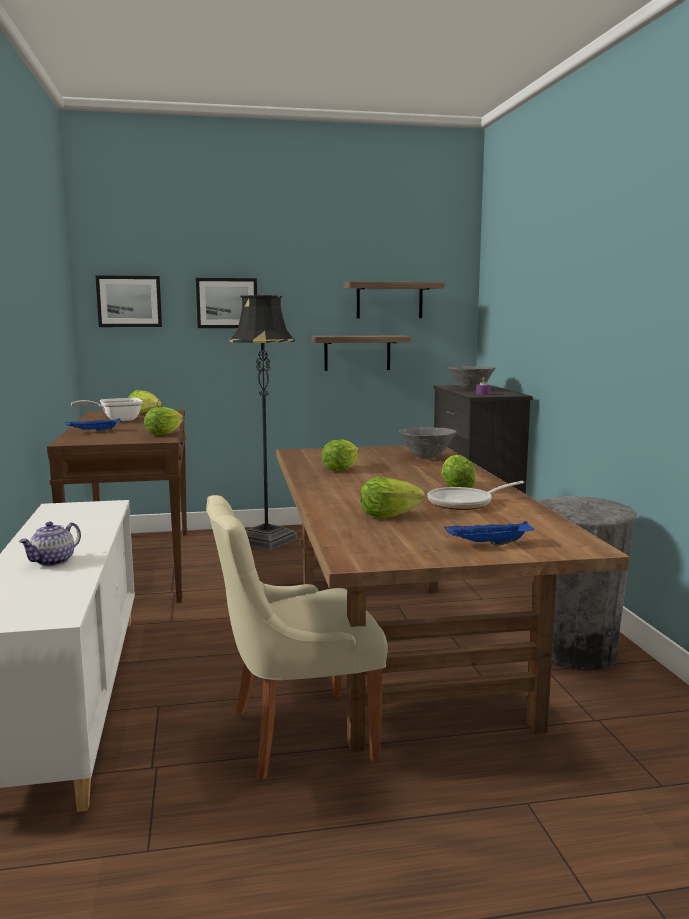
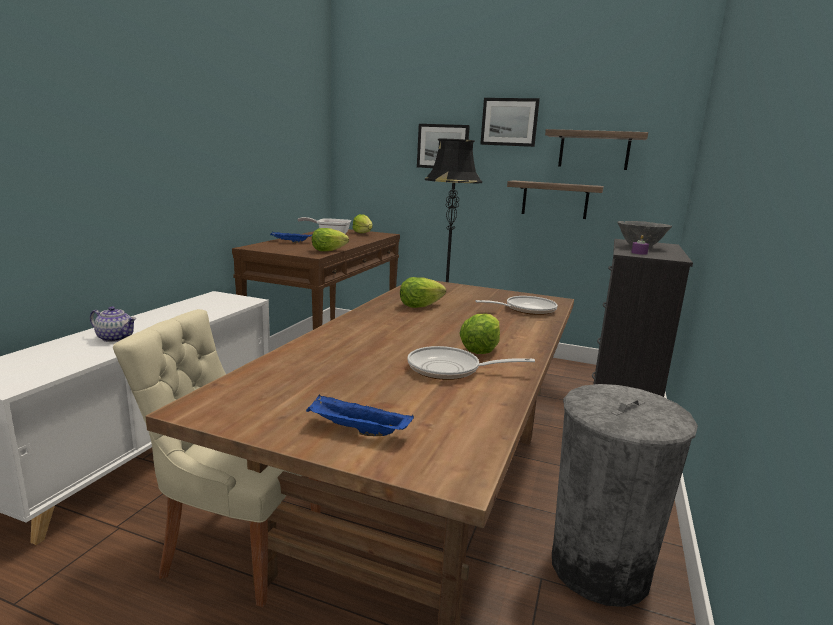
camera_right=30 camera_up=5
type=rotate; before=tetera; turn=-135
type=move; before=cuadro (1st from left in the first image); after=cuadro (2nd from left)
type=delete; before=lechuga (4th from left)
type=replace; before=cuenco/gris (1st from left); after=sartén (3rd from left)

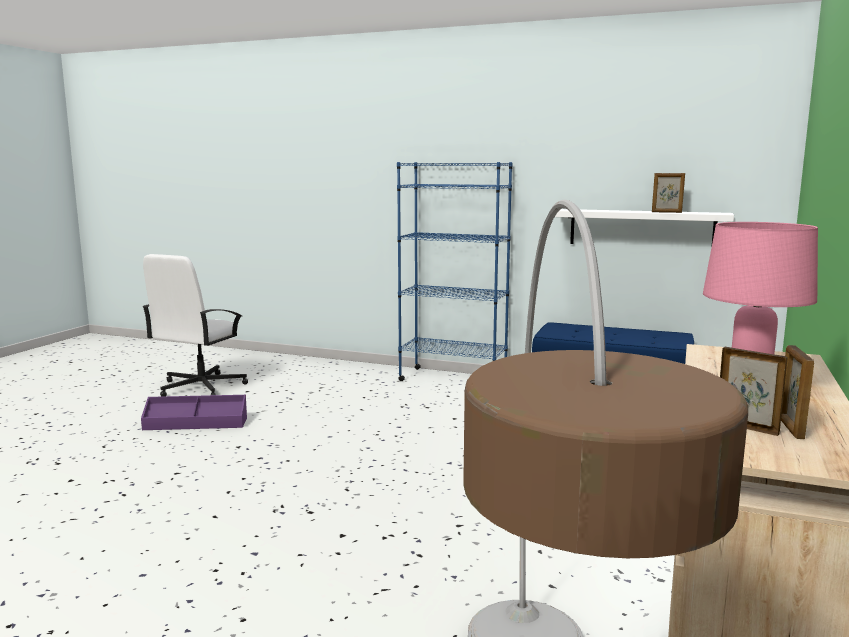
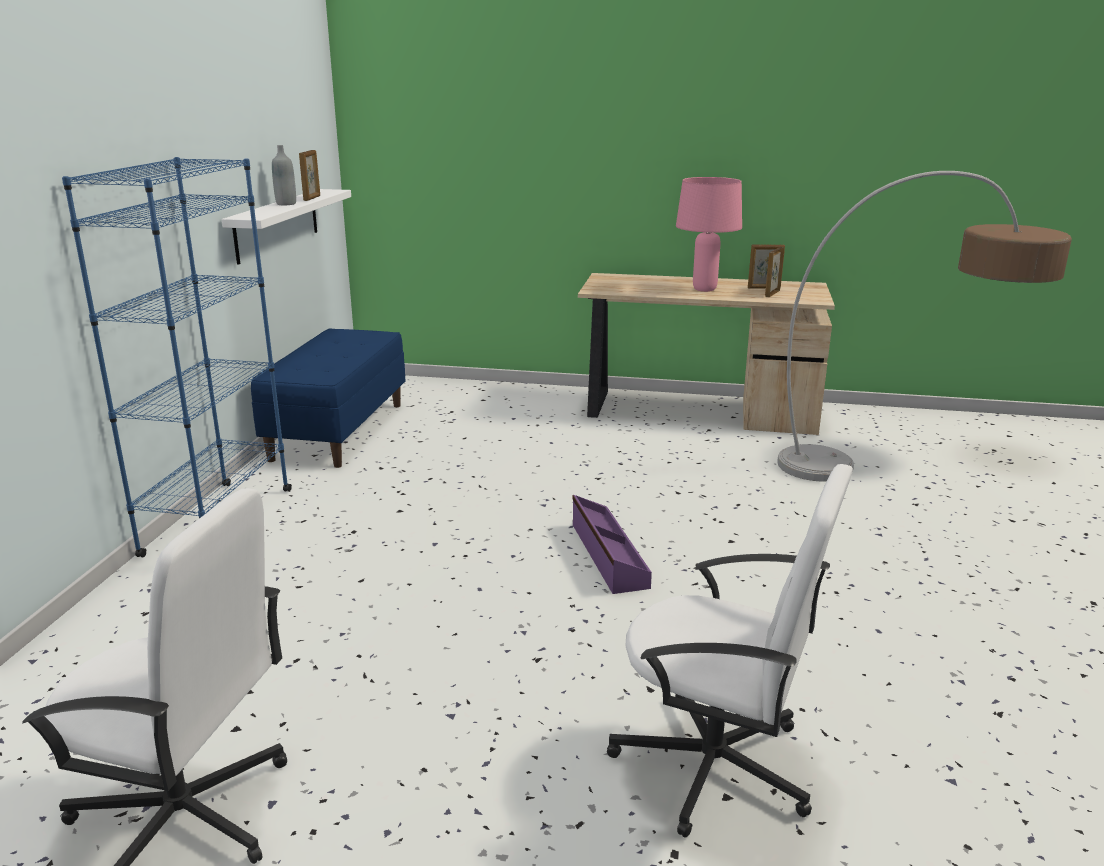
camera_right=-100 camera_up=10
type=move; before=caja de almacenaje/morado
type=insert; after=botella/gris
type=insert; after=silla de oficina/blanco (2nd from left)

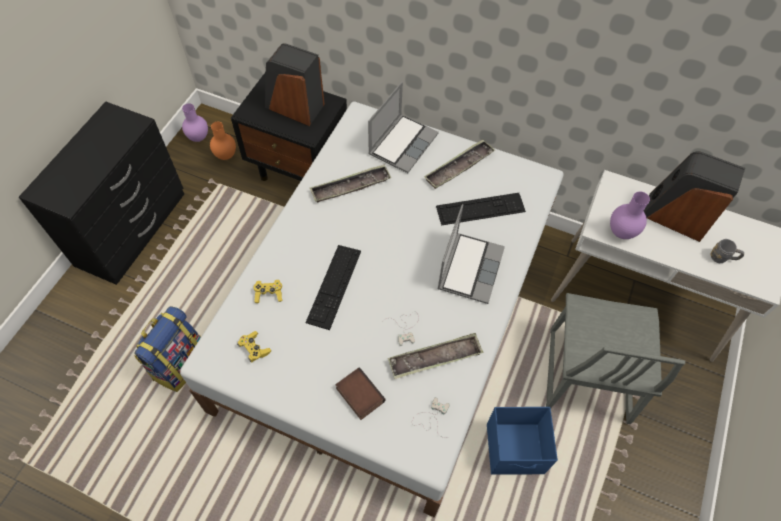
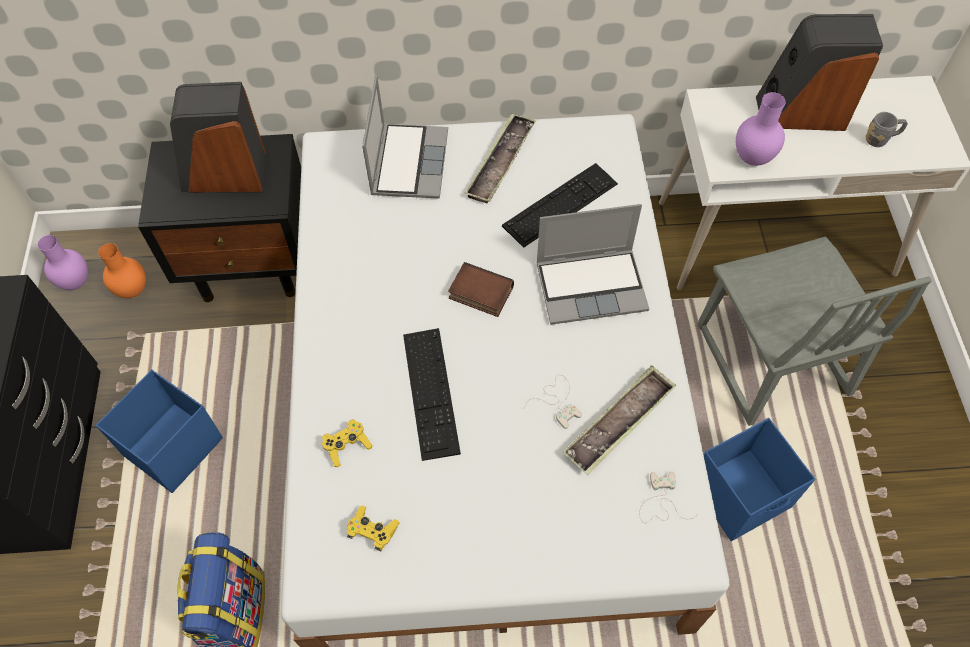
camera_right=-25 camera_up=0
type=delete; before=bandeja (1st from left)
type=move; before=libro
type=rotate; before=portátil (2nd from left); turn=90
type=insert; after=caja de almacenaje/azul (1st from left)

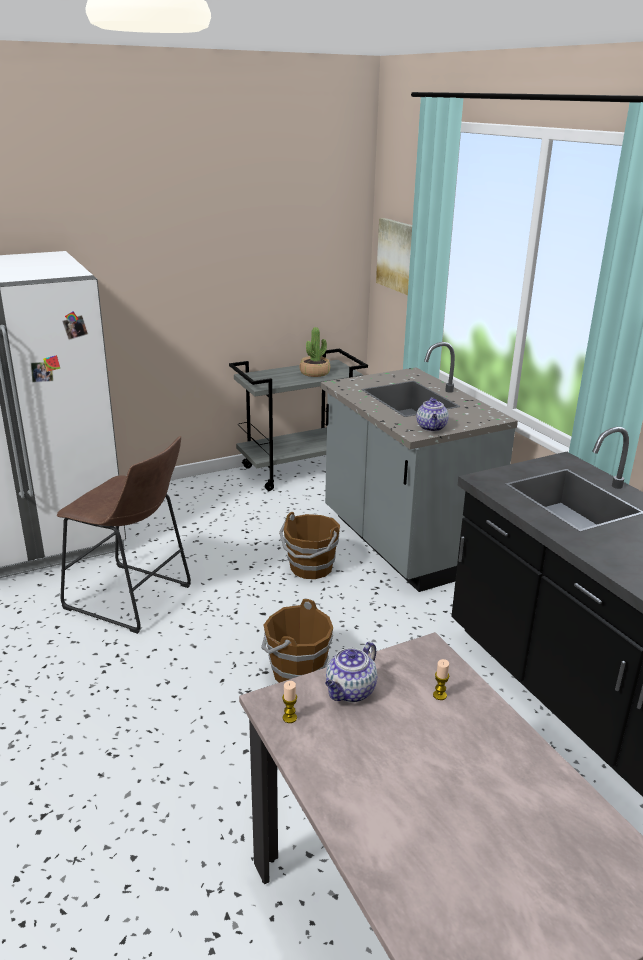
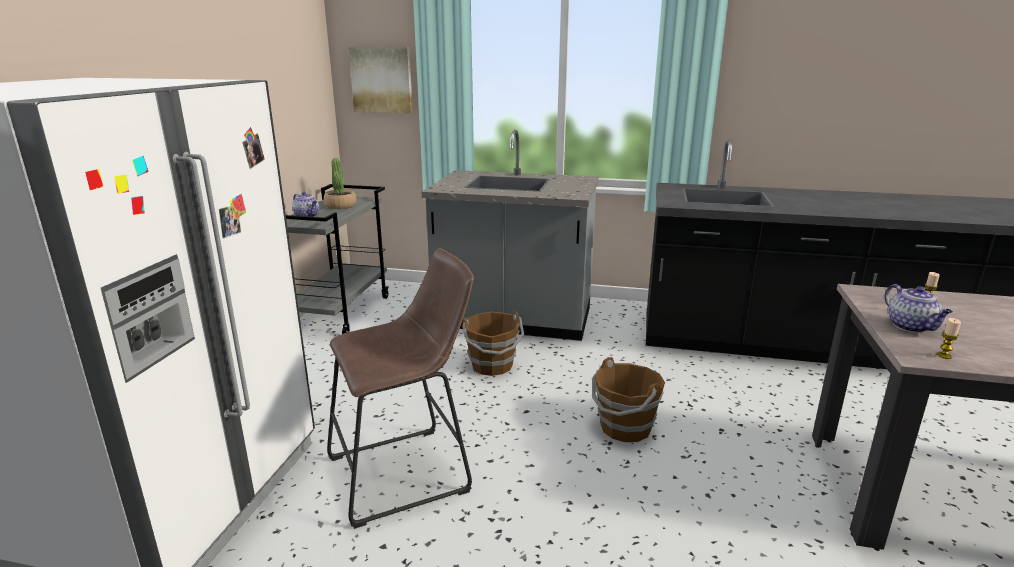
camera_right=-50 camera_up=-5
type=move; before=tetera (2nd from left in the first image); after=tetera (1st from left)

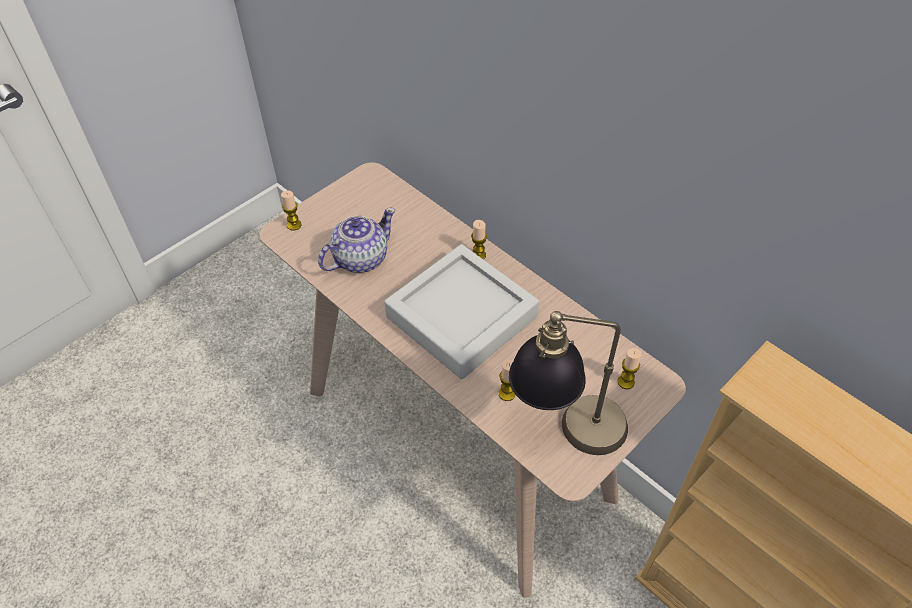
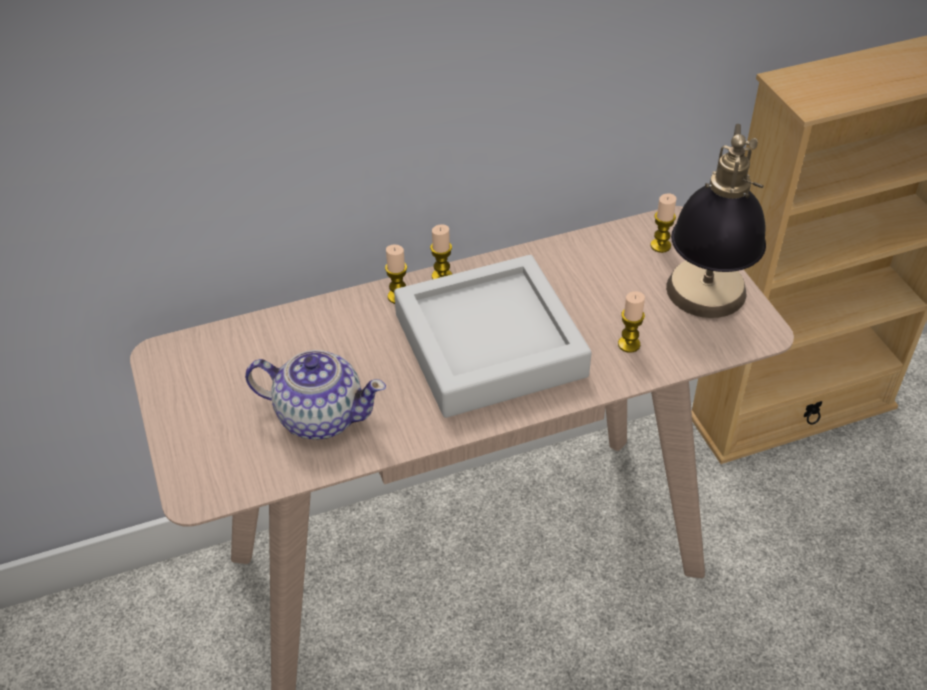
camera_right=-65 camera_up=-5
type=move; before=vela (1st from left in the first image); after=vela (2nd from left)
type=rotate; before=tetera; turn=120

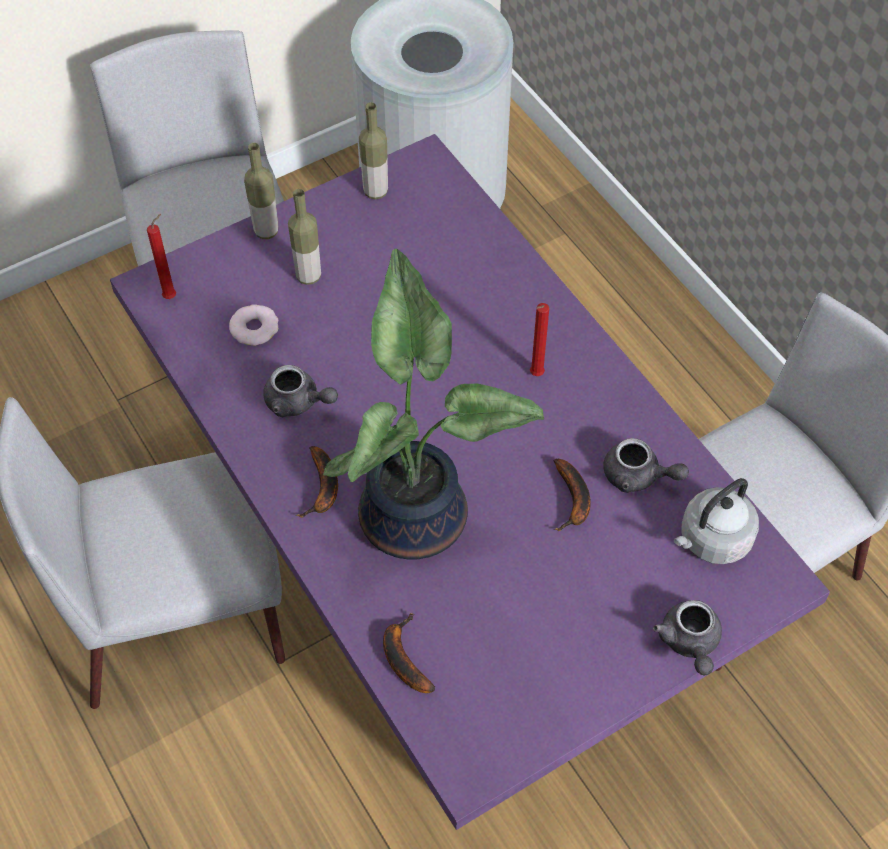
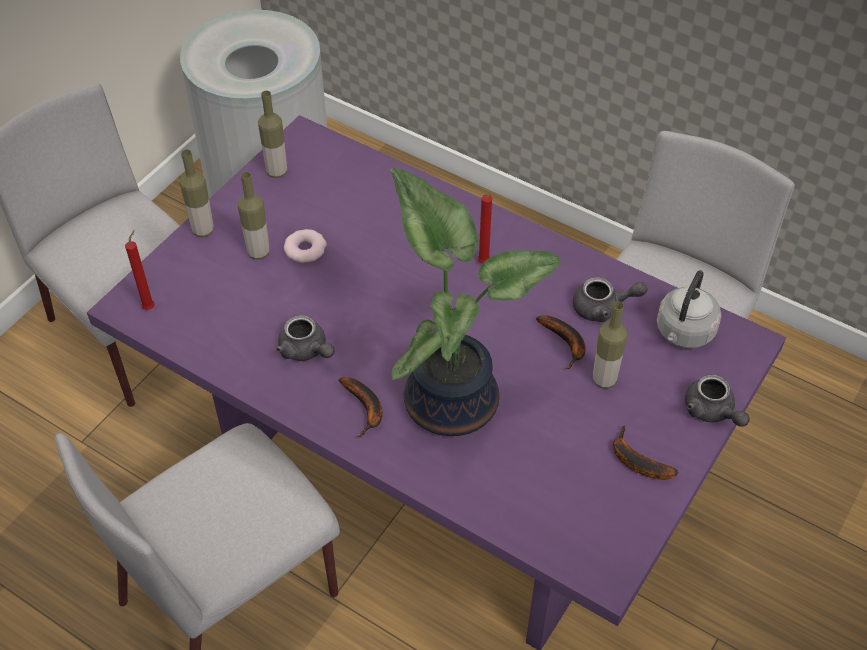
camera_right=-25 camera_up=-5
type=move; before=rosquilla
type=rotate; before=tetera/gris (1st from left); turn=45
type=move; before=plátano (2nd from left in the first image); after=plátano (3rd from left)
type=insert; after=botella (4th from left)

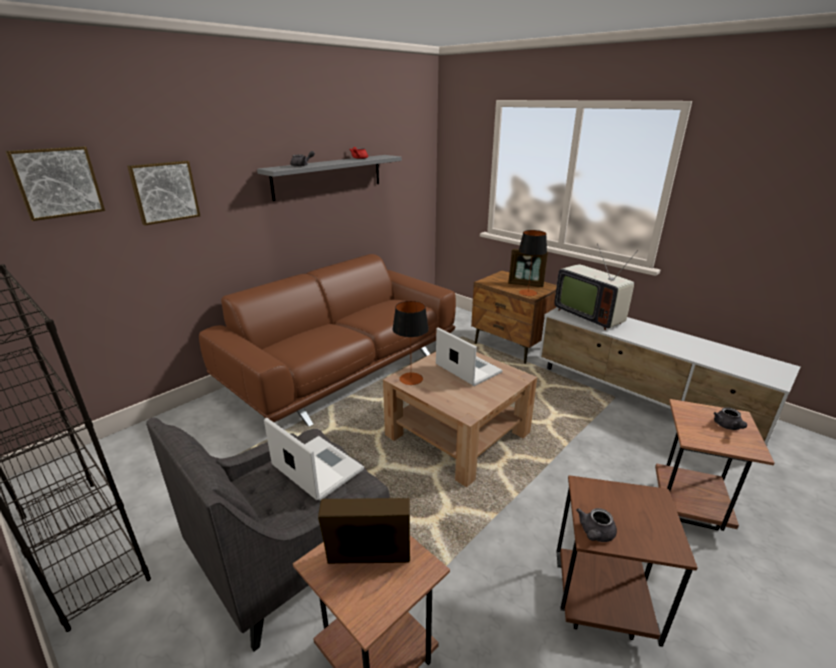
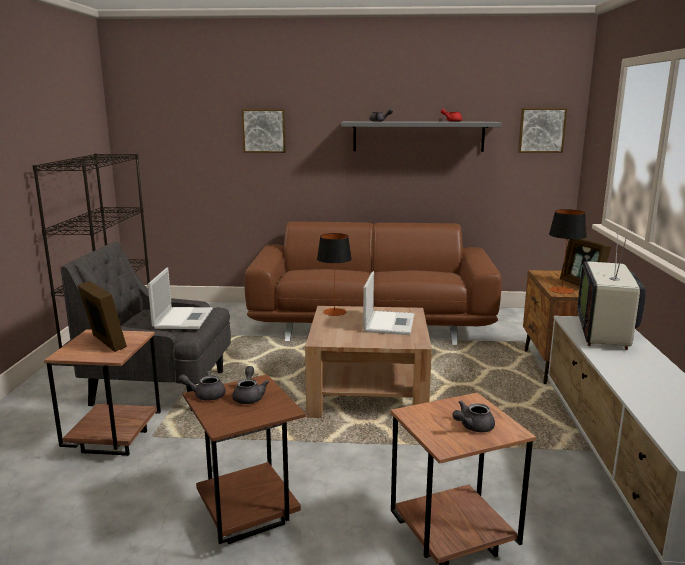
camera_right=50 camera_up=-10
type=move; before=cuadro (1st from left in the first image); after=cuadro (2nd from left)
type=insert; after=tetera/gris (2nd from left)

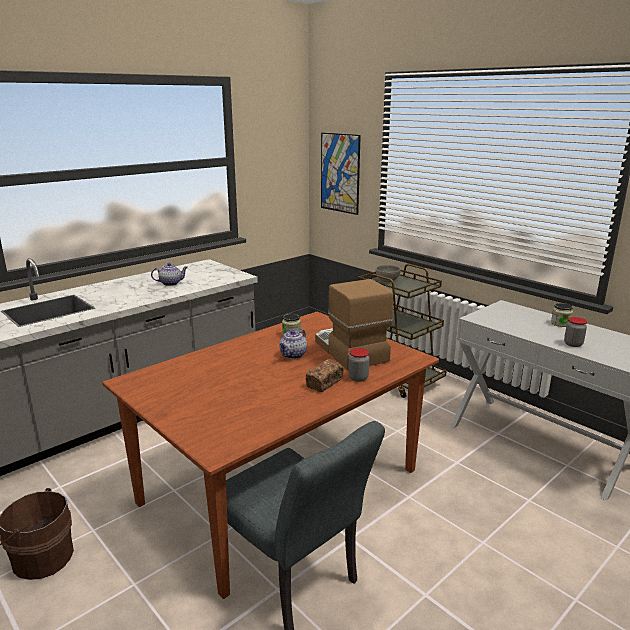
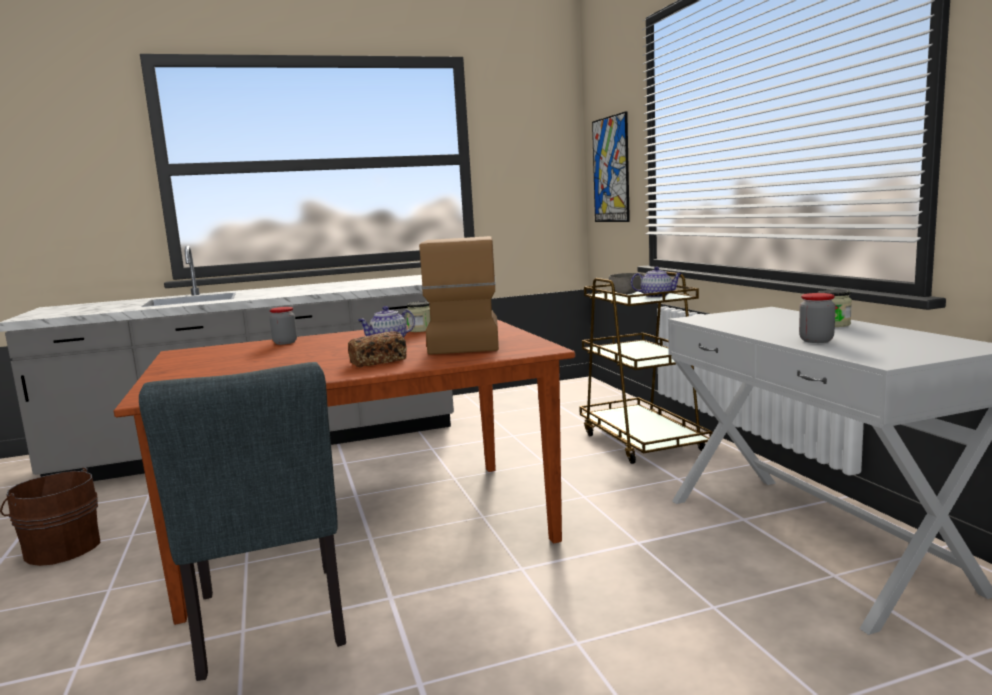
camera_right=25 camera_up=-10
type=move; before=tetera (1st from left in the first image); after=tetera (2nd from left)
type=move; before=tarro (2nd from left in the first image); after=tarro (1st from left)

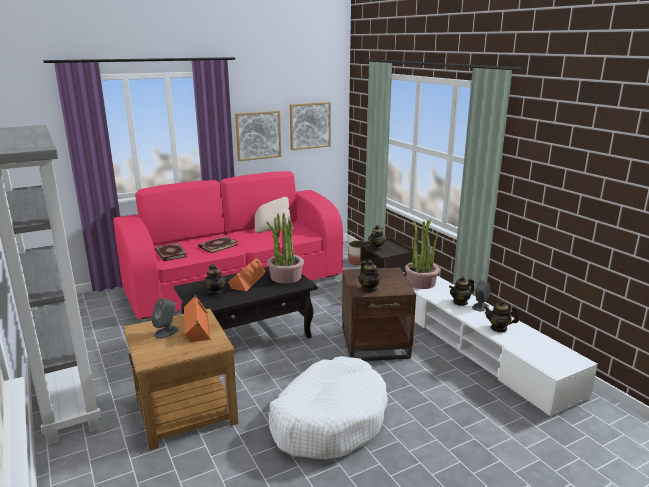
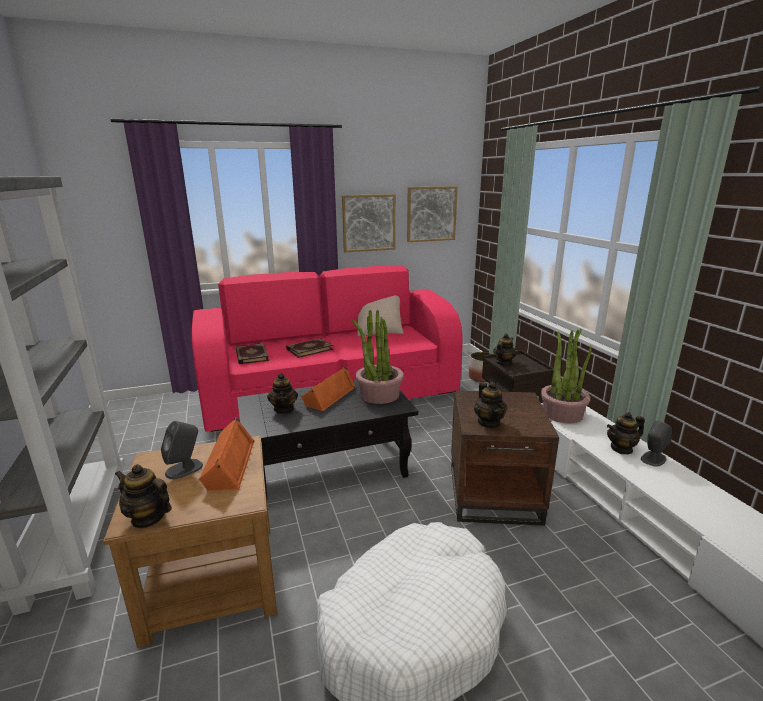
camera_right=10 camera_up=0
type=move; before=tetera (5th from left in the first image); after=tetera (1st from left)

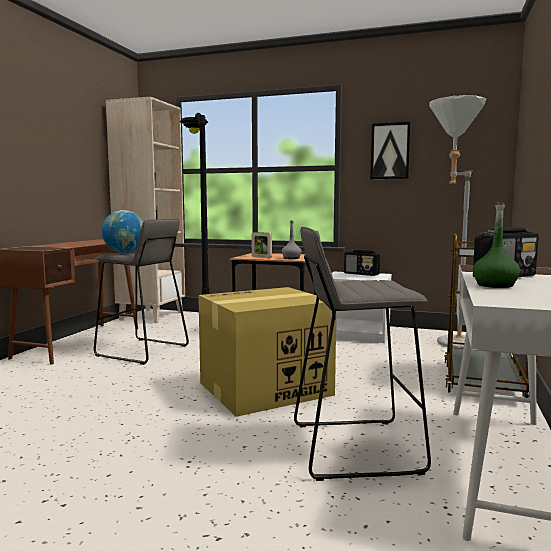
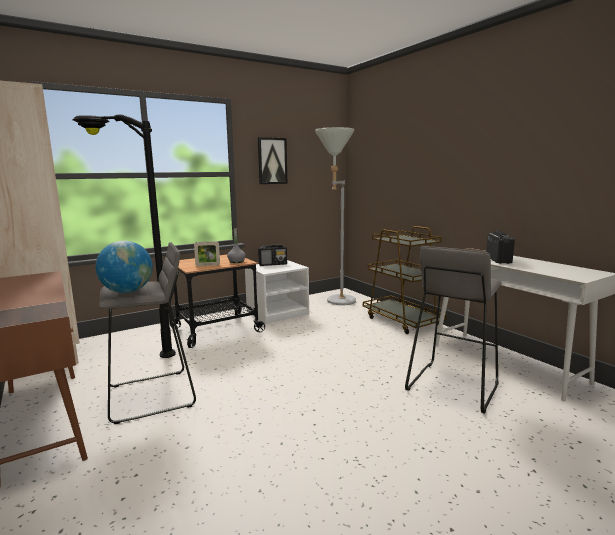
camera_right=-50 camera_up=5
type=delete; before=caja de cartón
type=delete; before=botella/verde

